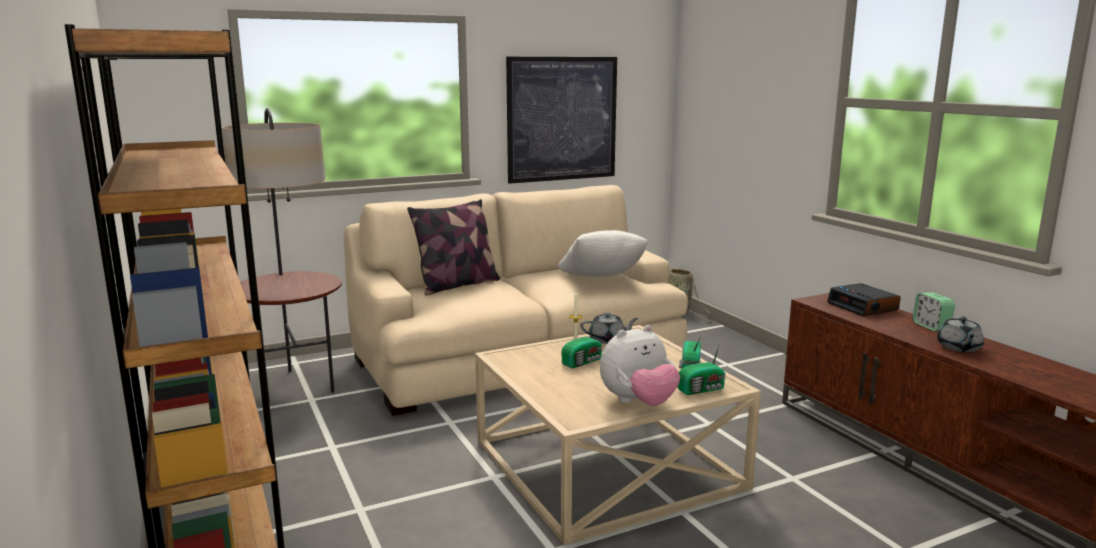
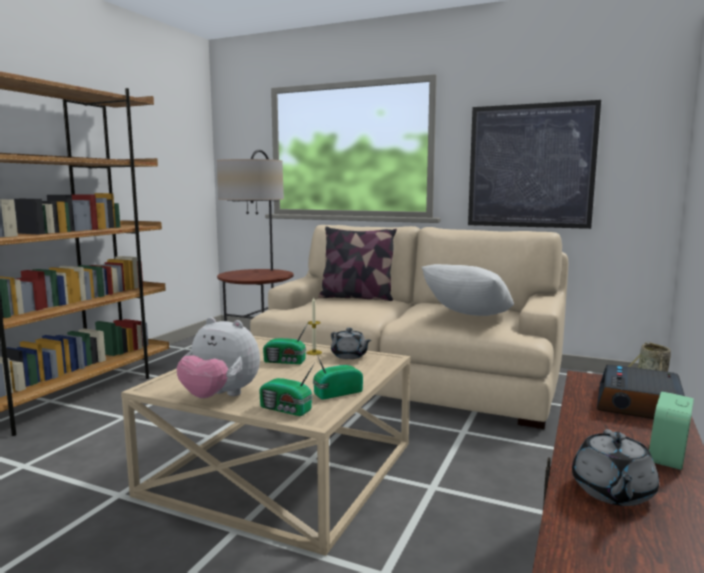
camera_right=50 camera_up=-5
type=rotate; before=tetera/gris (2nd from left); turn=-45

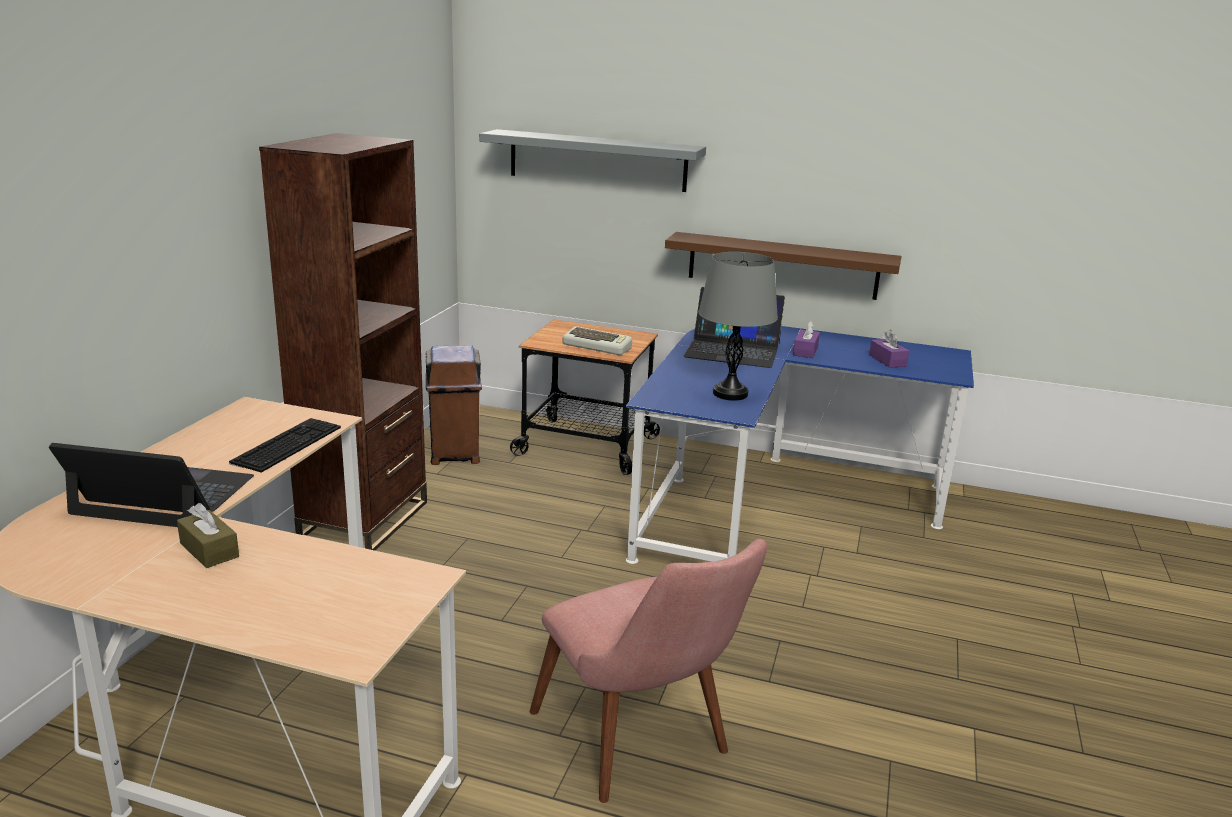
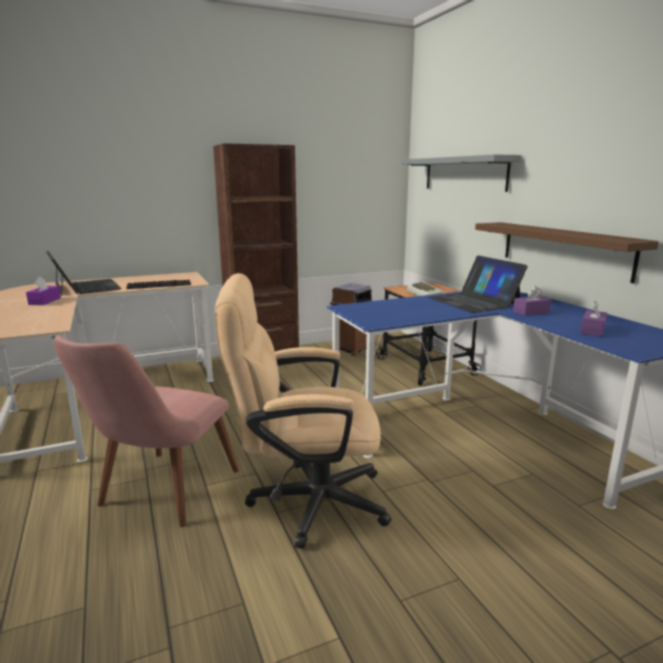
camera_right=50 camera_up=-5
type=recolor; before=caja de pañuelos/marrón; after=caja de pañuelos/morado (1st from left)
type=delete; before=lámpara de mesa/gris
type=insert; after=silla de oficina/beis

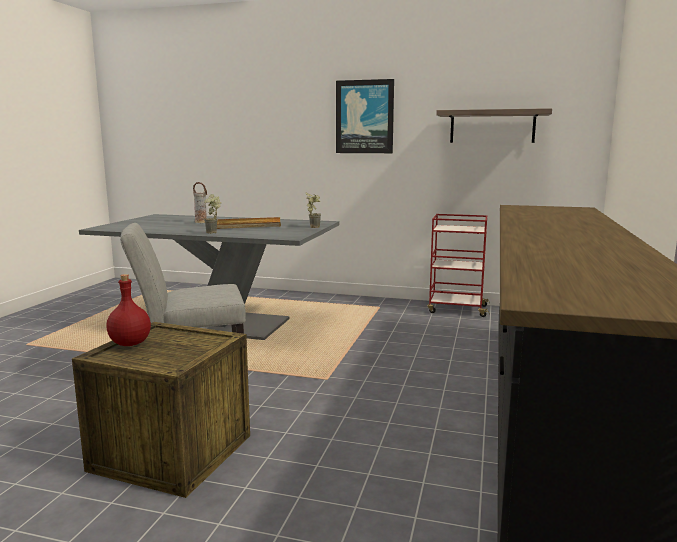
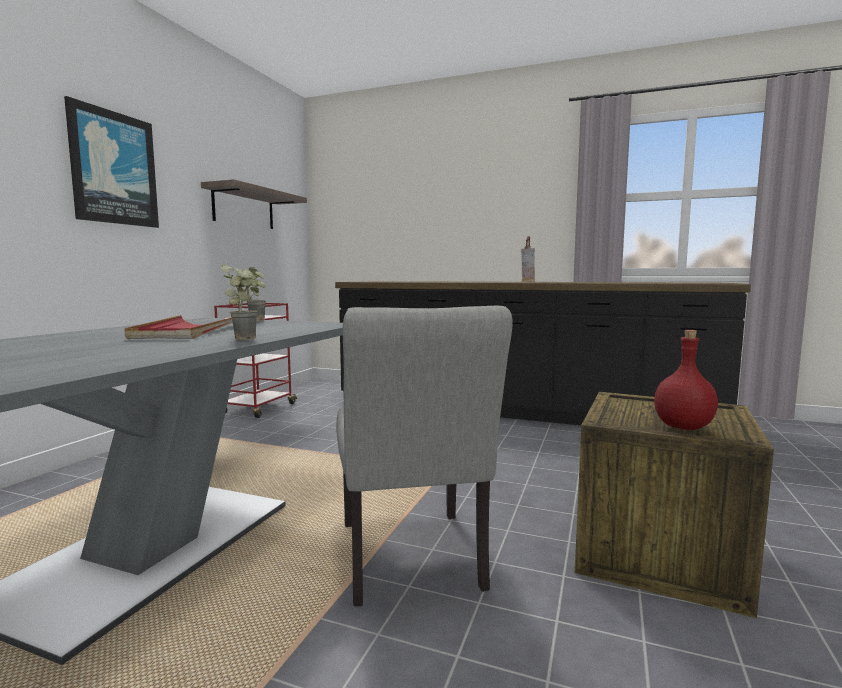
camera_right=-85 camera_up=-5
type=move; before=florero
type=recolor; before=bandeja/beis; after=bandeja/rojo

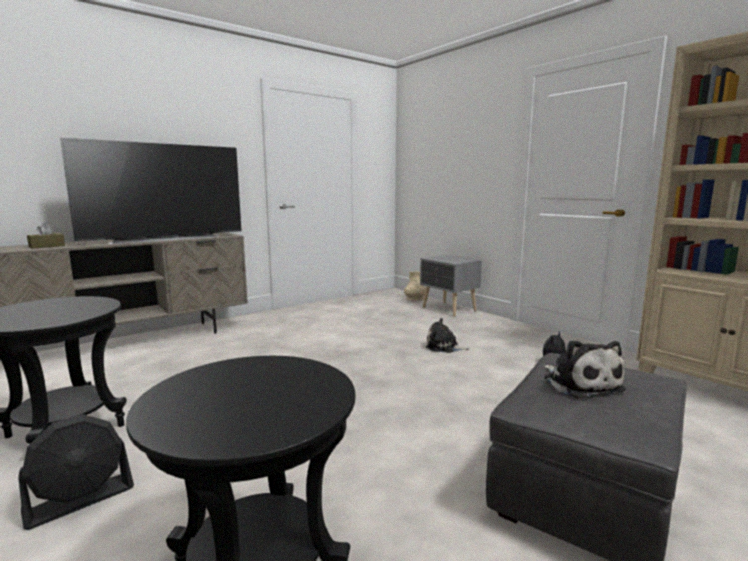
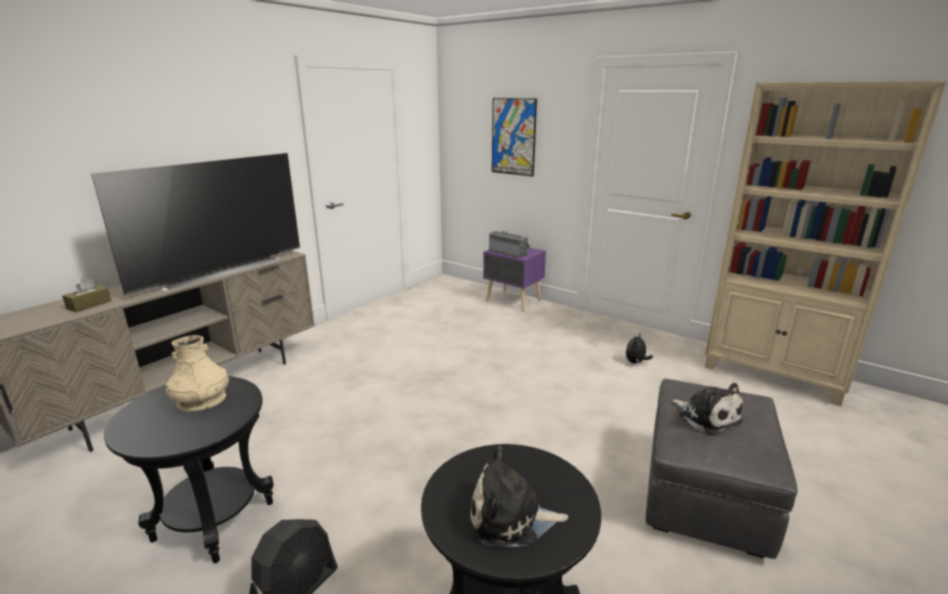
camera_right=-15 camera_up=10
type=move; before=florero/beis
type=recolor; before=mesita de noche/gris; after=mesita de noche/morado
type=move; before=peluche (1st from left)
type=insert; after=radio
type=insert; after=cuadro

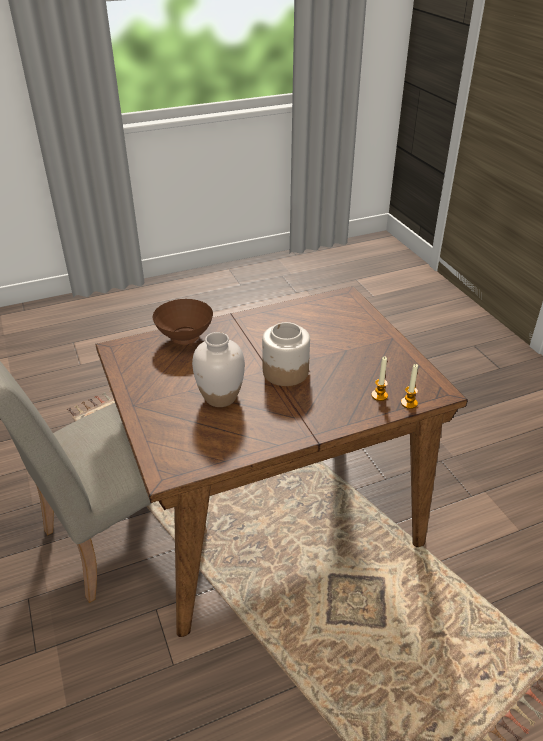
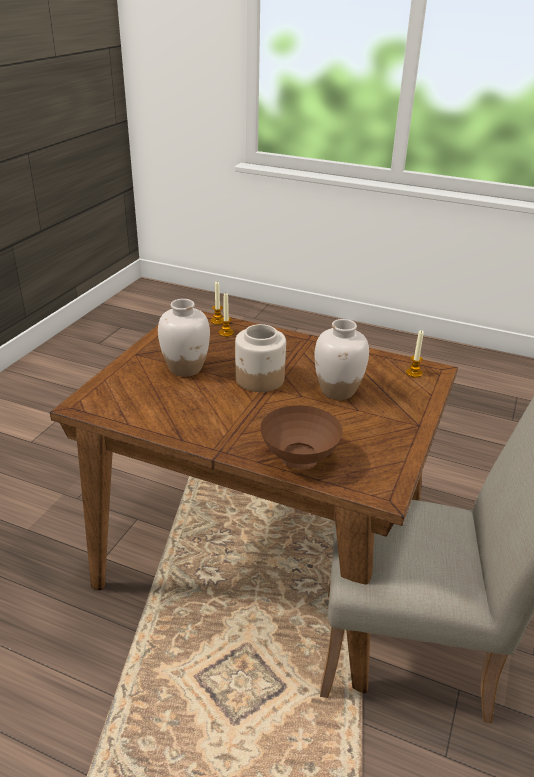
camera_right=-135 camera_up=-5
type=insert; after=florero/blanco (1st from left)
type=insert; after=vela (3rd from left)

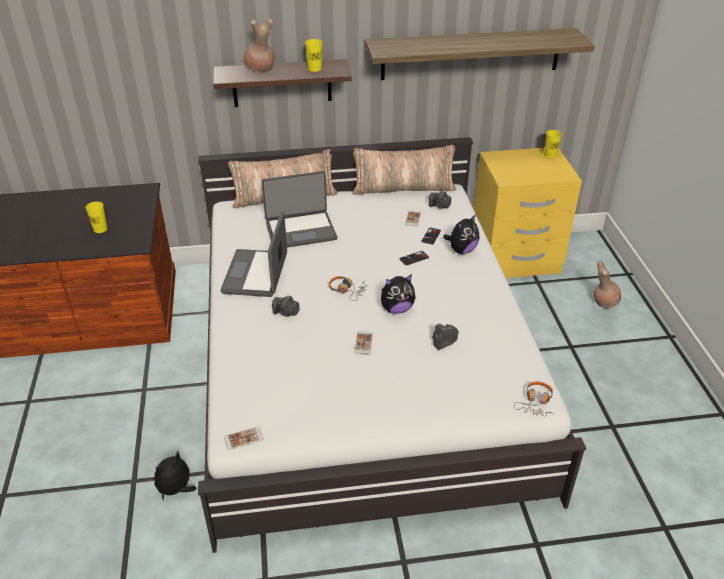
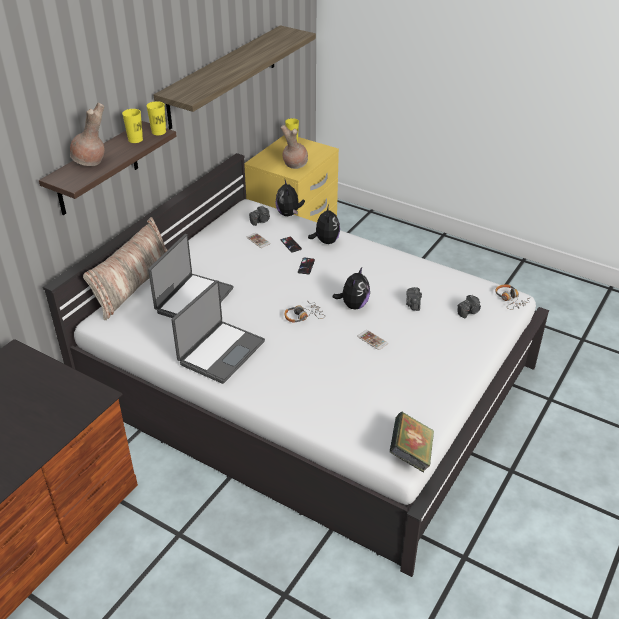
camera_right=-50 camera_up=0
type=move; before=taza/amarillo (1st from left in the first image); after=taza/amarillo (2nd from left)
type=move; before=peluche (1st from left)
type=rotate; before=portátil (1st from left in the first image); turn=-105
type=replace; before=móvil (1st from left); after=libro
type=move; before=cámara (1st from left in the first image); after=cámara (3rd from left)
type=delete; before=cojín (2nd from left)
type=move; before=florero/marrón (2nd from left)

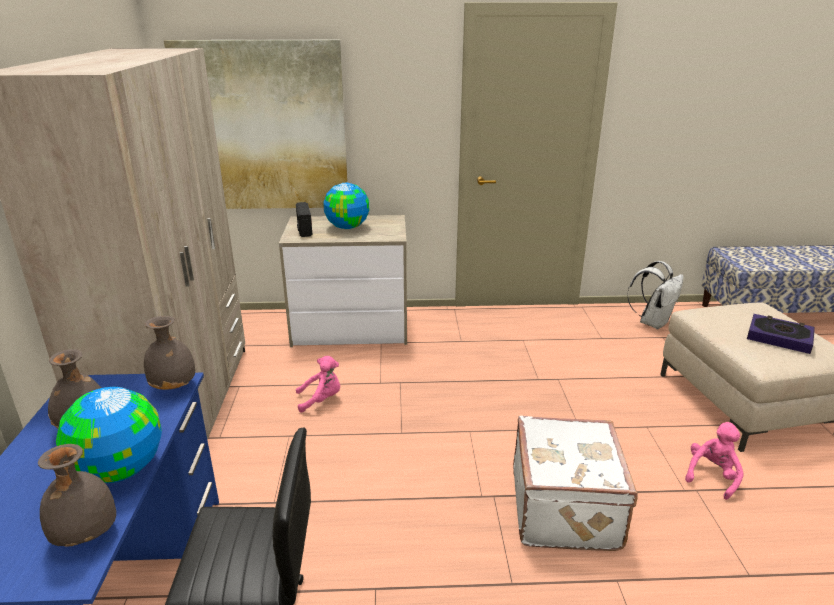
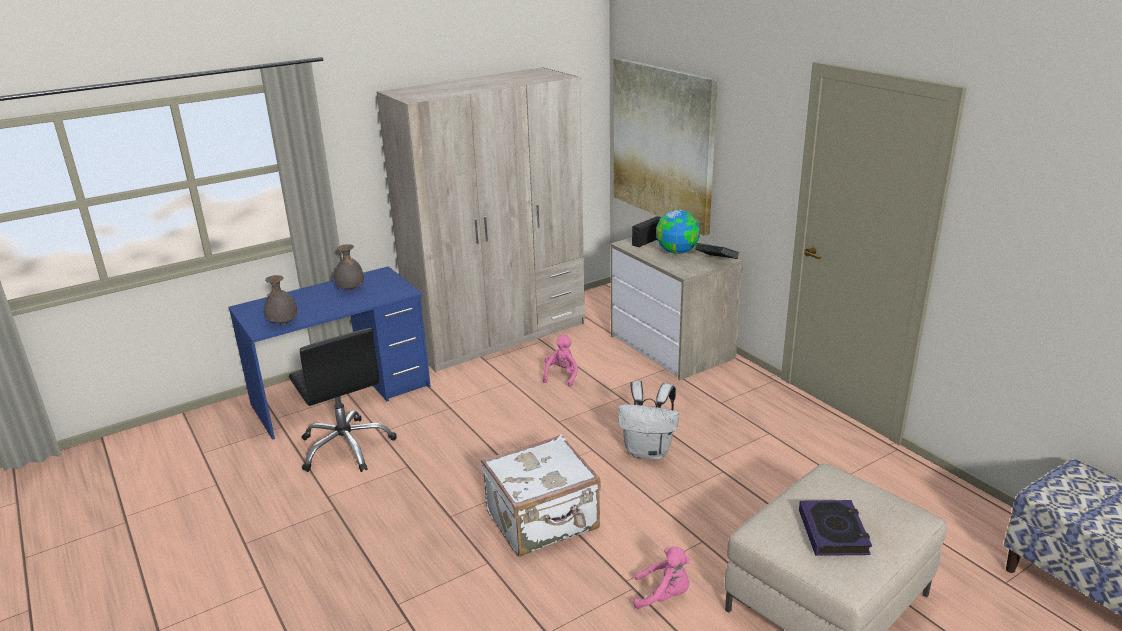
camera_right=60 camera_up=0
type=delete; before=globo terráqueo (1st from left)
type=delete; before=florero/gris (3rd from left)
type=rotate; before=peluche/rosa (1st from left); turn=-120
type=move; before=mochila/blanco
type=insert; after=libro (1st from left)

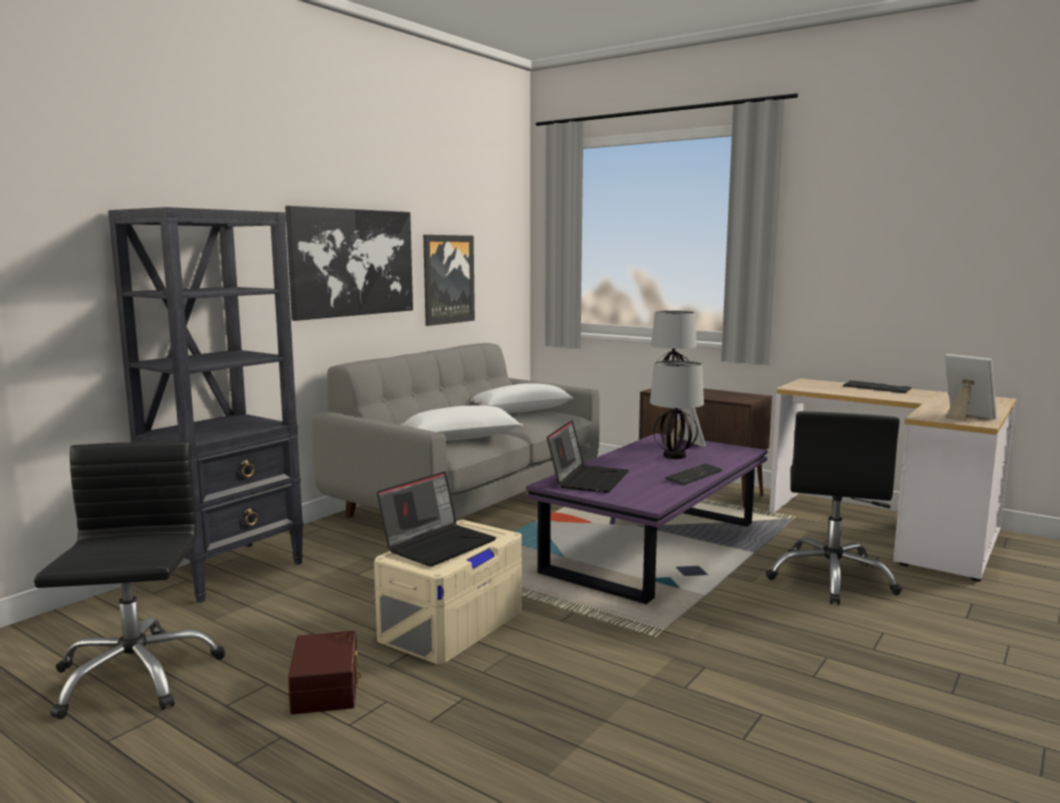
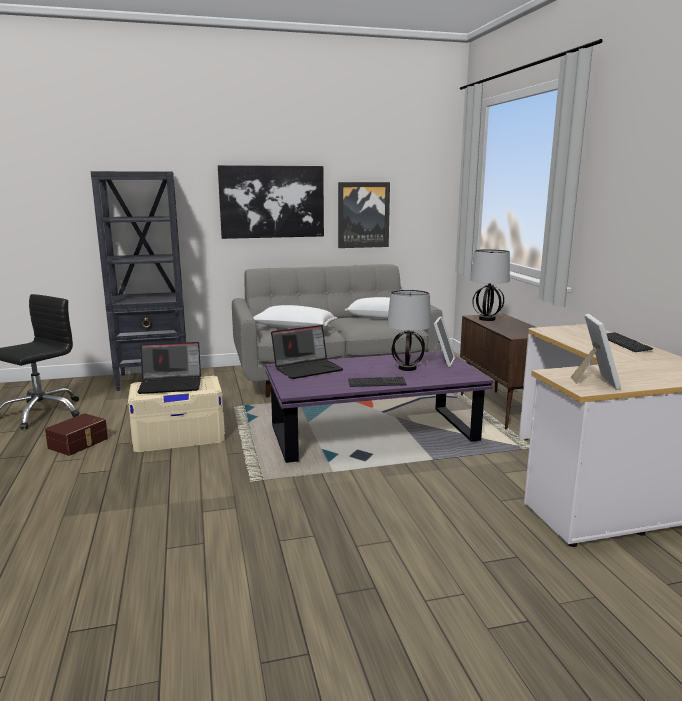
camera_right=40 camera_up=5
type=delete; before=silla de oficina/negro (2nd from left)

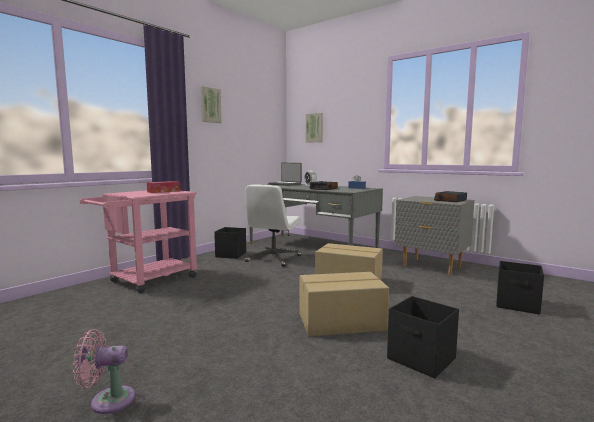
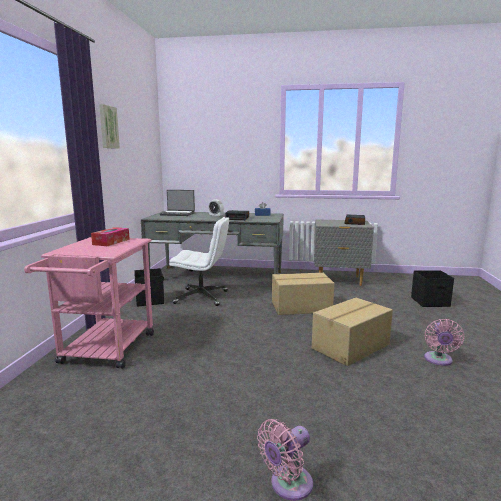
camera_right=-30 camera_up=5
type=rotate; before=silla de oficina/blanco; turn=-75
type=delete; before=cuadro (2nd from left)
type=replace; before=caja de almacenaje/negro (2nd from left); after=ventilador/rosa (2nd from left)

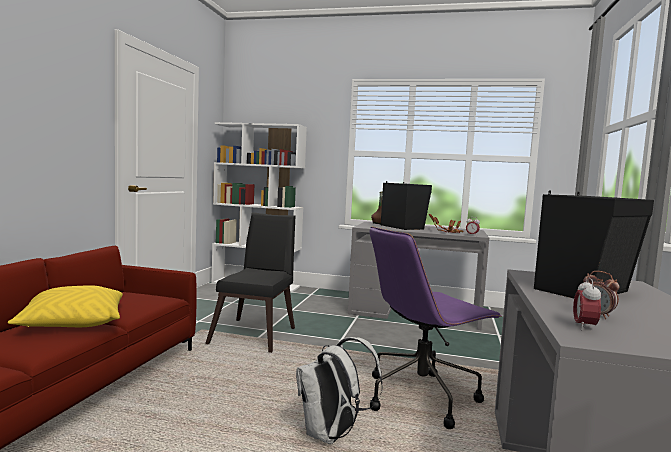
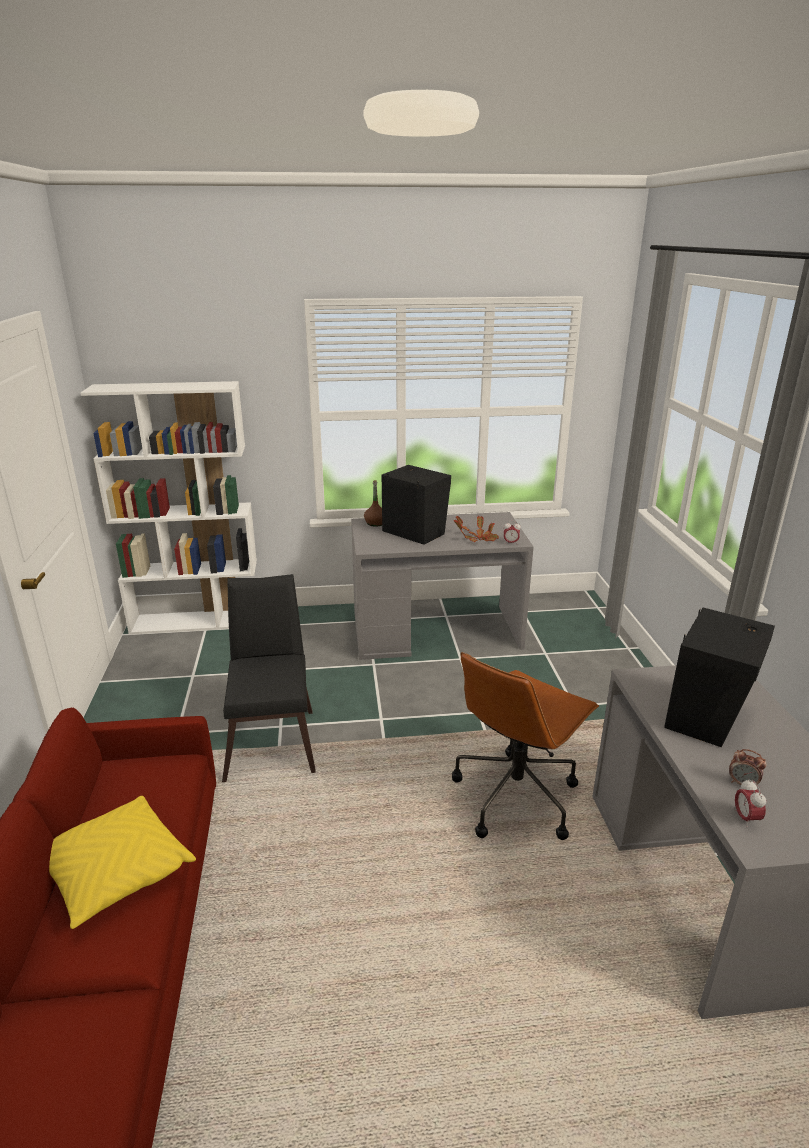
camera_right=-20 camera_up=20
type=delete; before=mochila/blanco
type=recolor; before=silla de oficina/morado; after=silla de oficina/marrón

